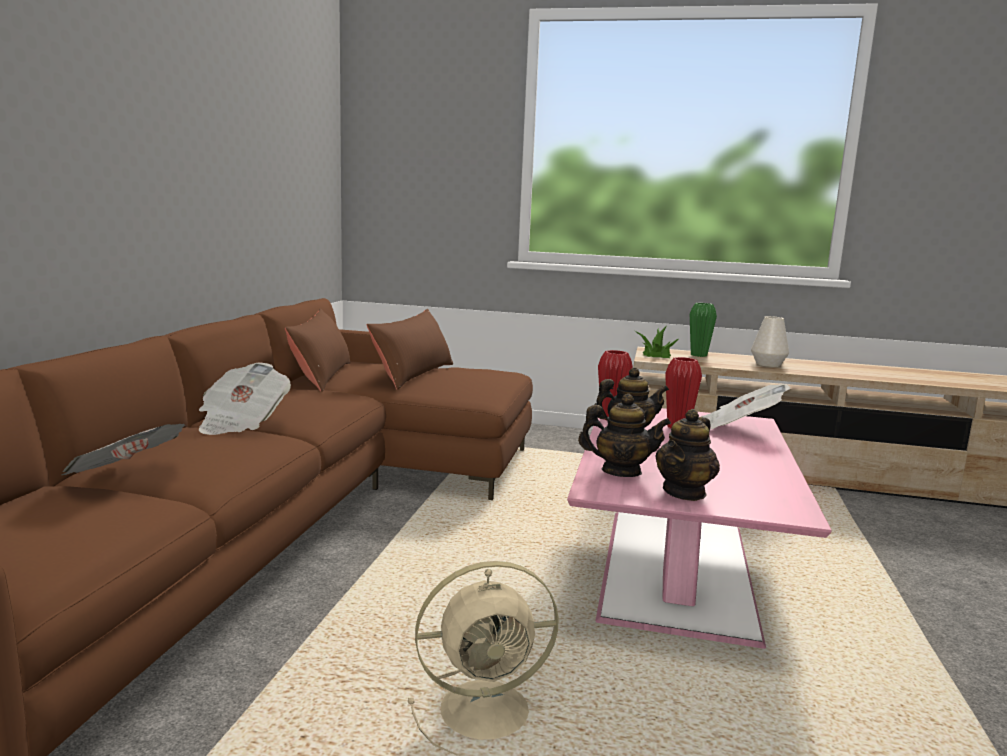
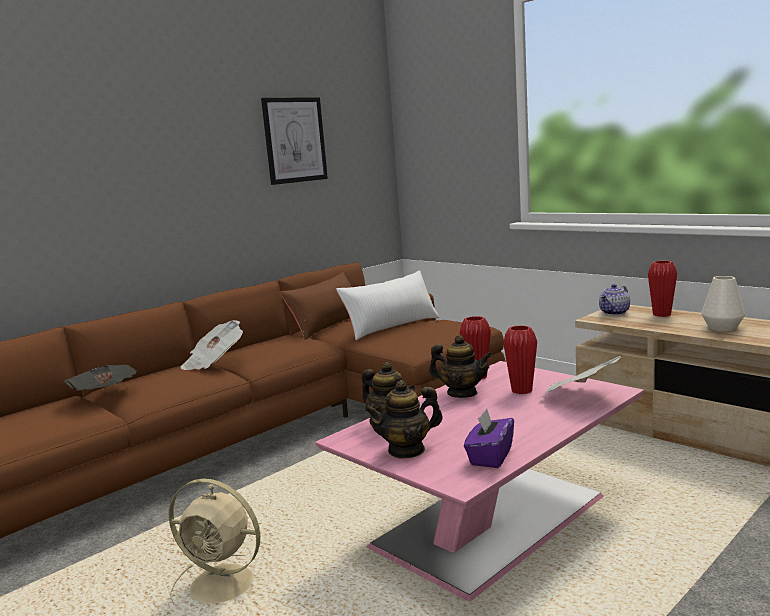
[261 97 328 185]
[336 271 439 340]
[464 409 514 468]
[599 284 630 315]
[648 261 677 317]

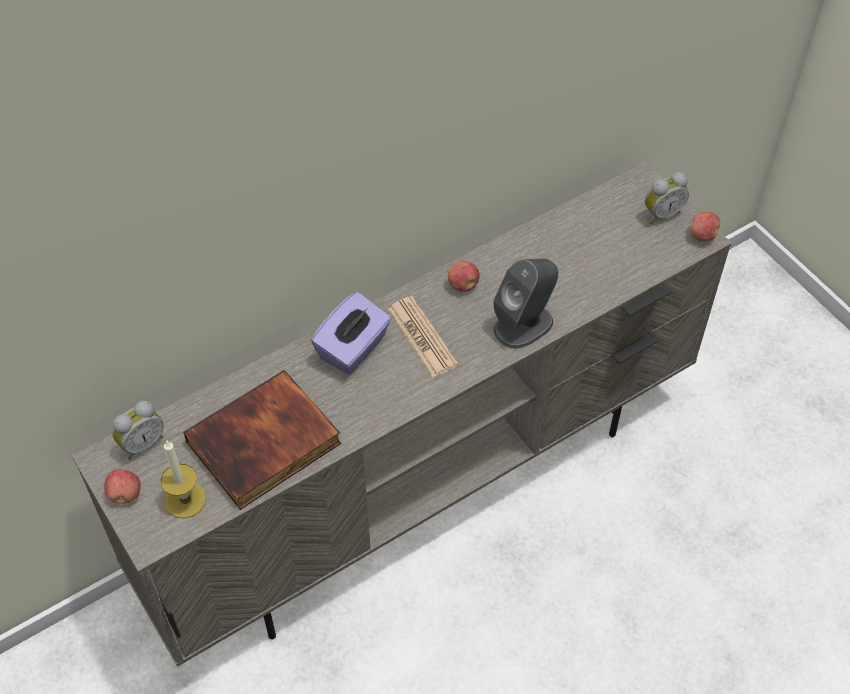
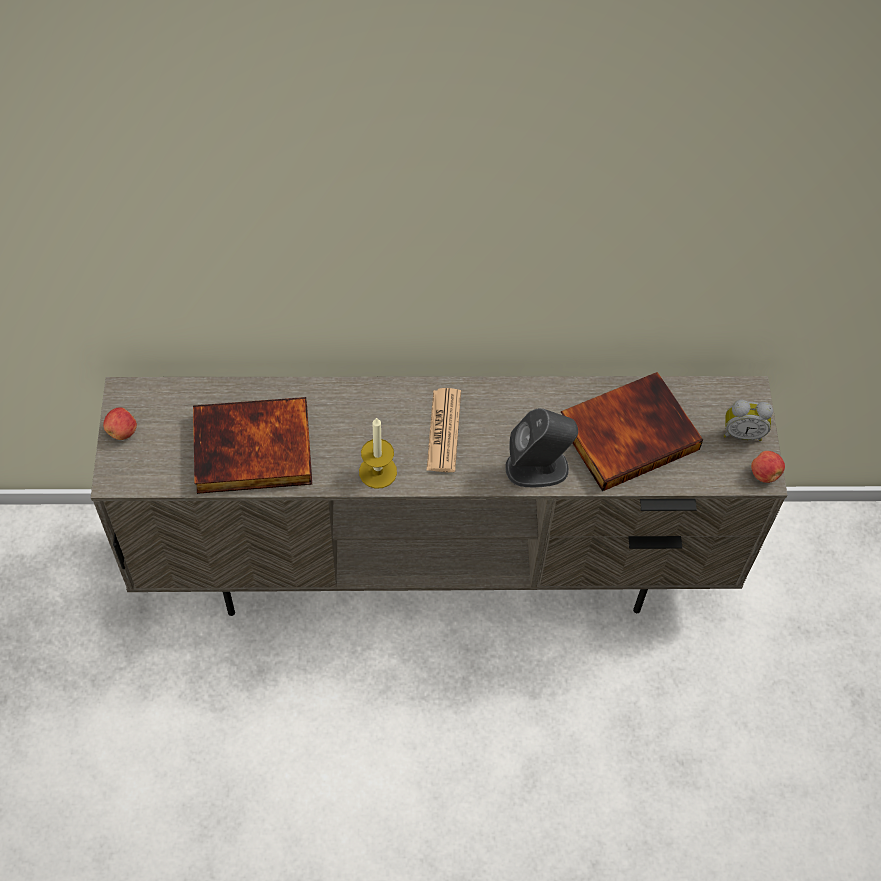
[359 417 397 489]
[561 372 703 491]
[112 401 164 460] (first image)
[311 292 391 375] (first image)
[448 261 480 292] (first image)

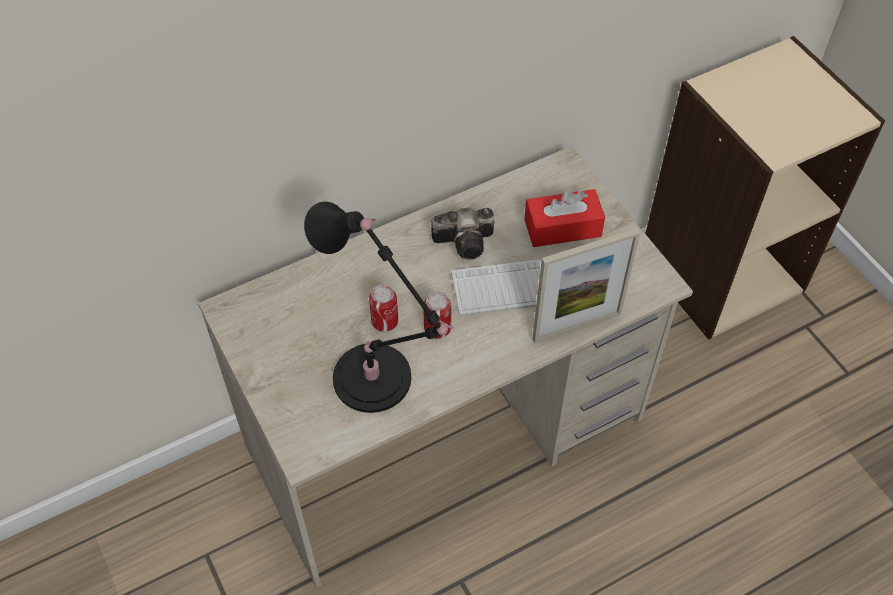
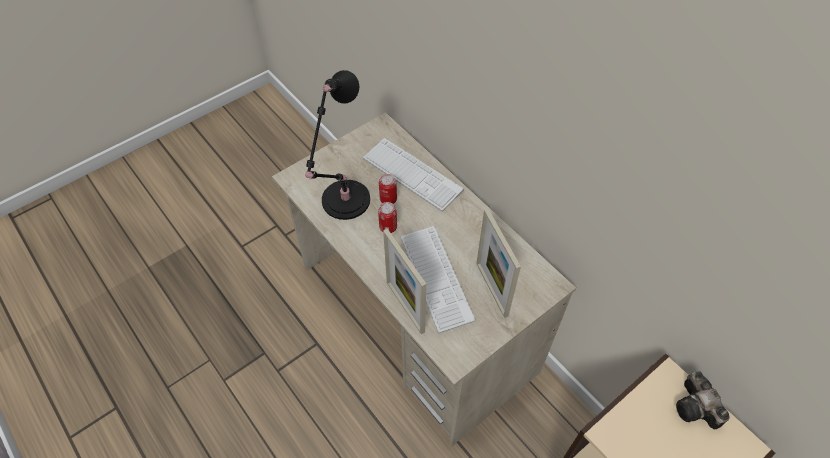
[363 138 464 212]
[476 209 521 318]
[676 371 730 429]

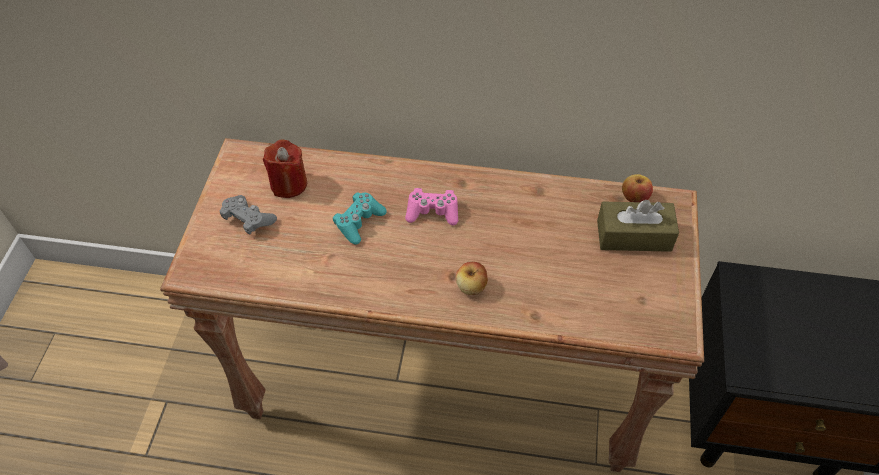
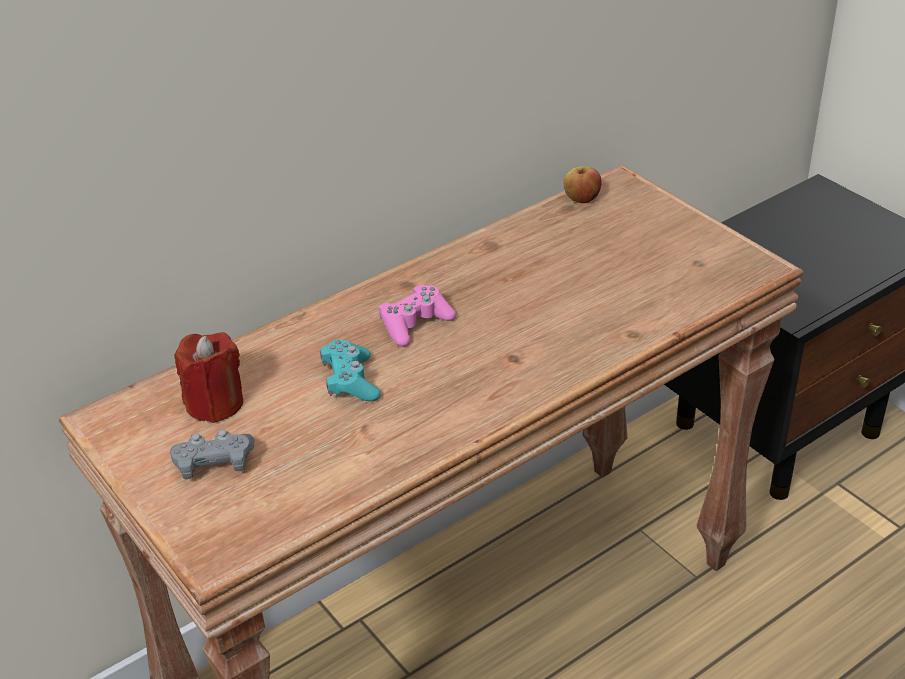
[456 262 488 295] (first image)
[597 200 679 252] (first image)

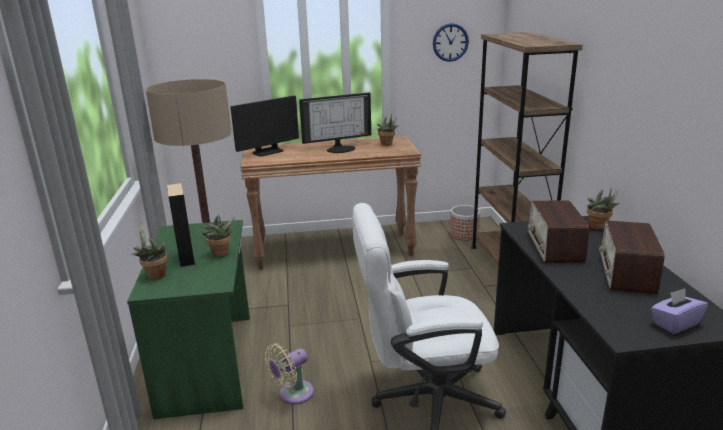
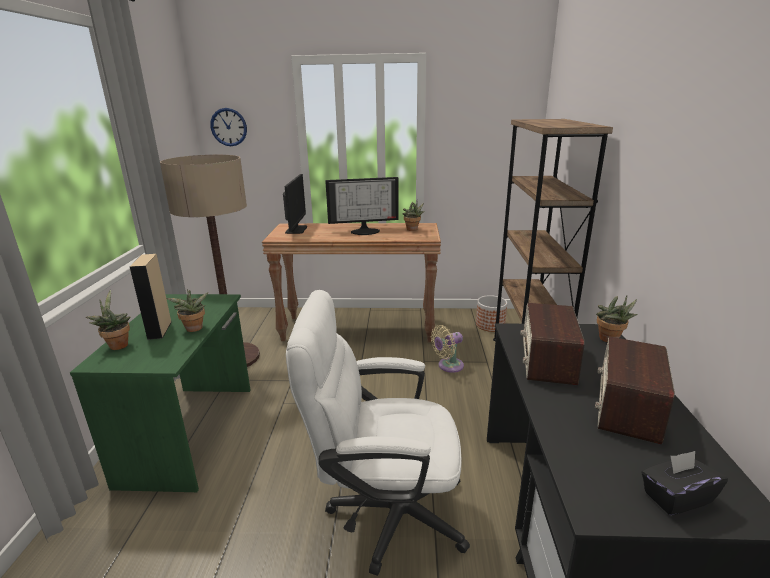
[210 108 247 146]
[283 174 307 234]
[431 325 464 373]
[641 451 728 515]

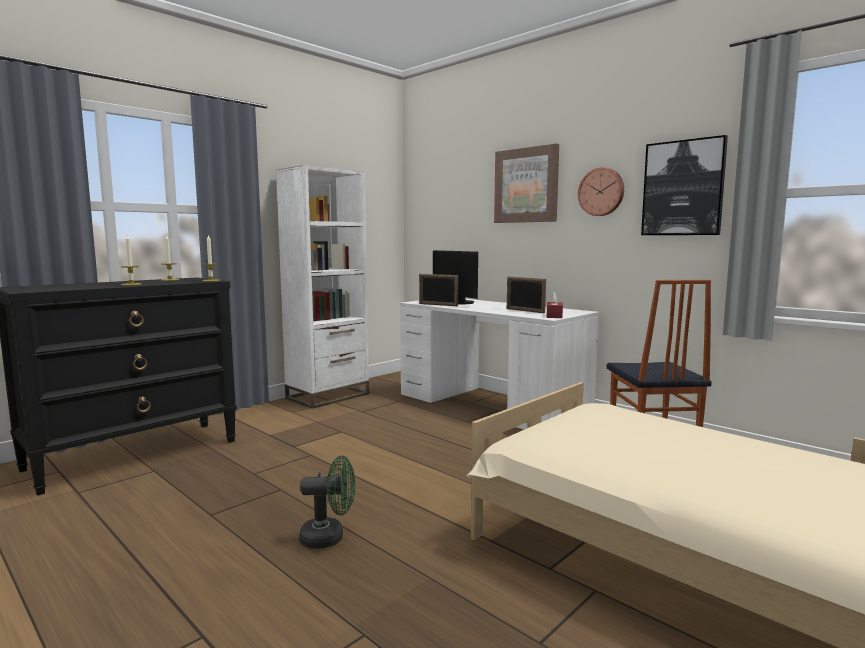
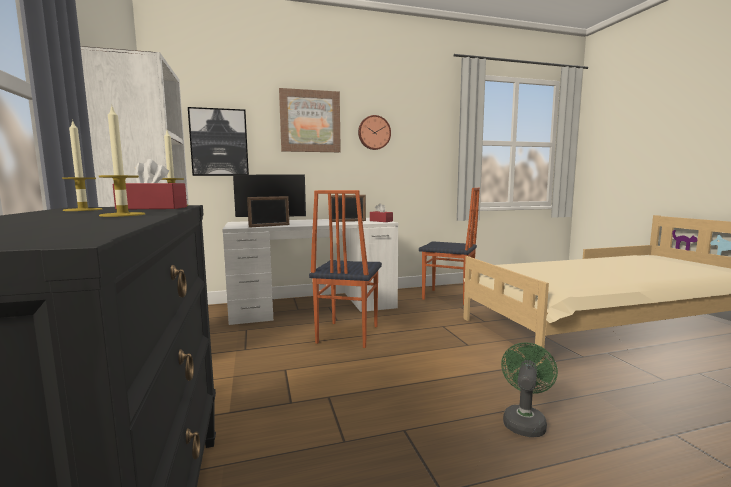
[113 159 187 210]
[188 107 249 176]
[309 190 382 348]

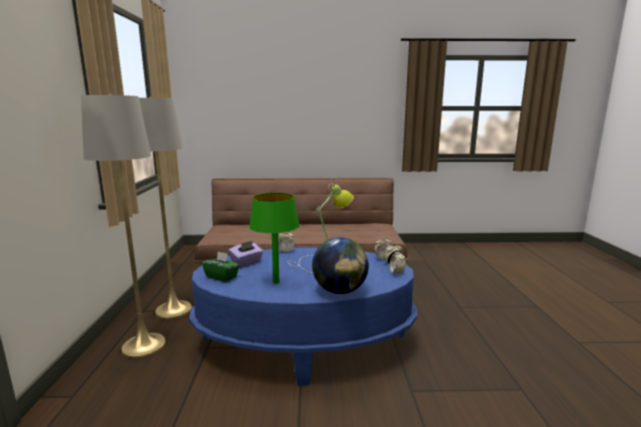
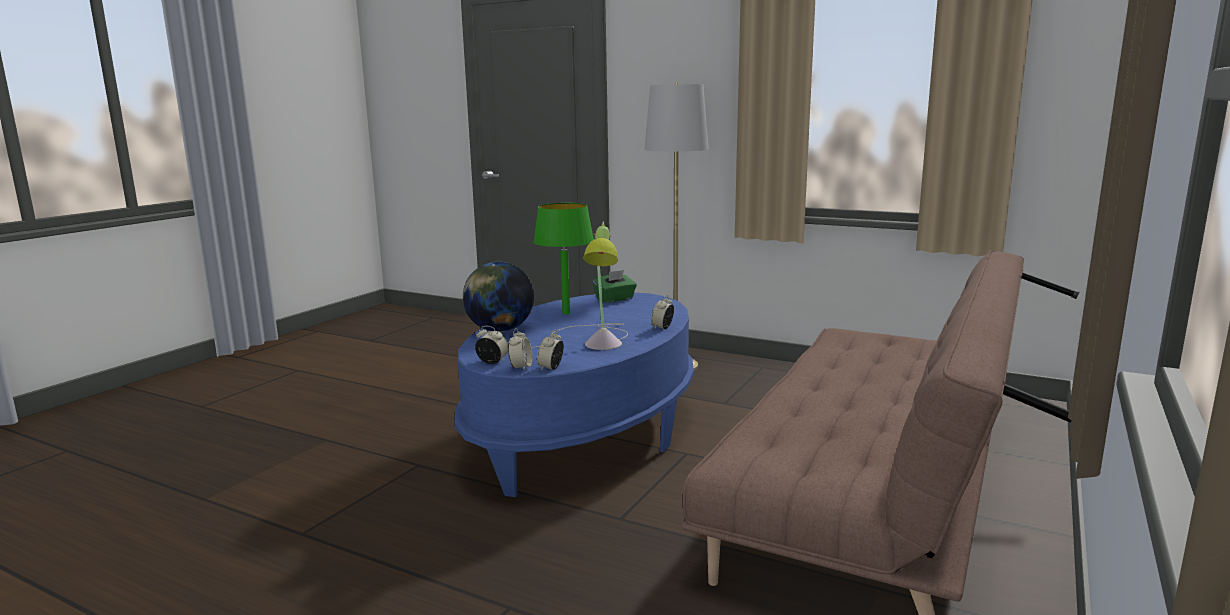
[139 96 192 319] (first image)
[229 241 263 267] (first image)

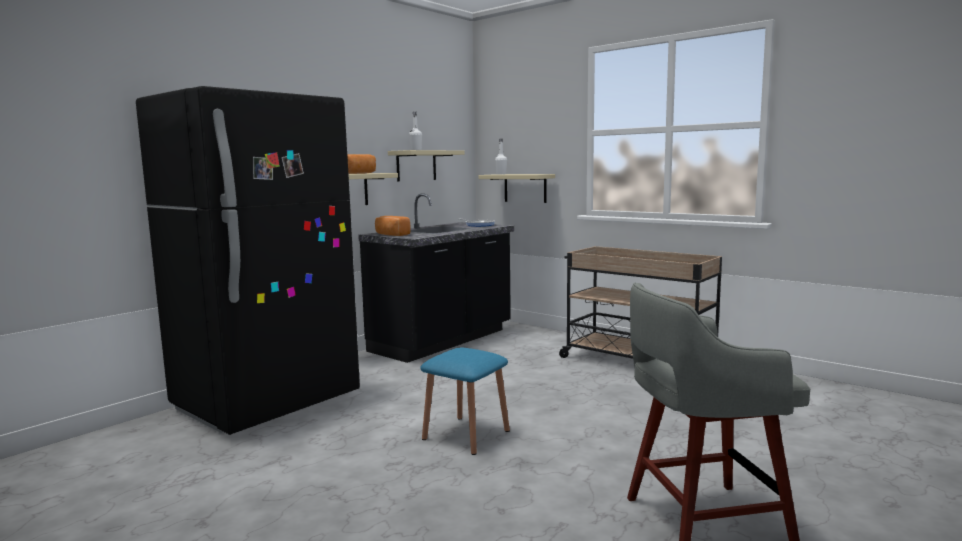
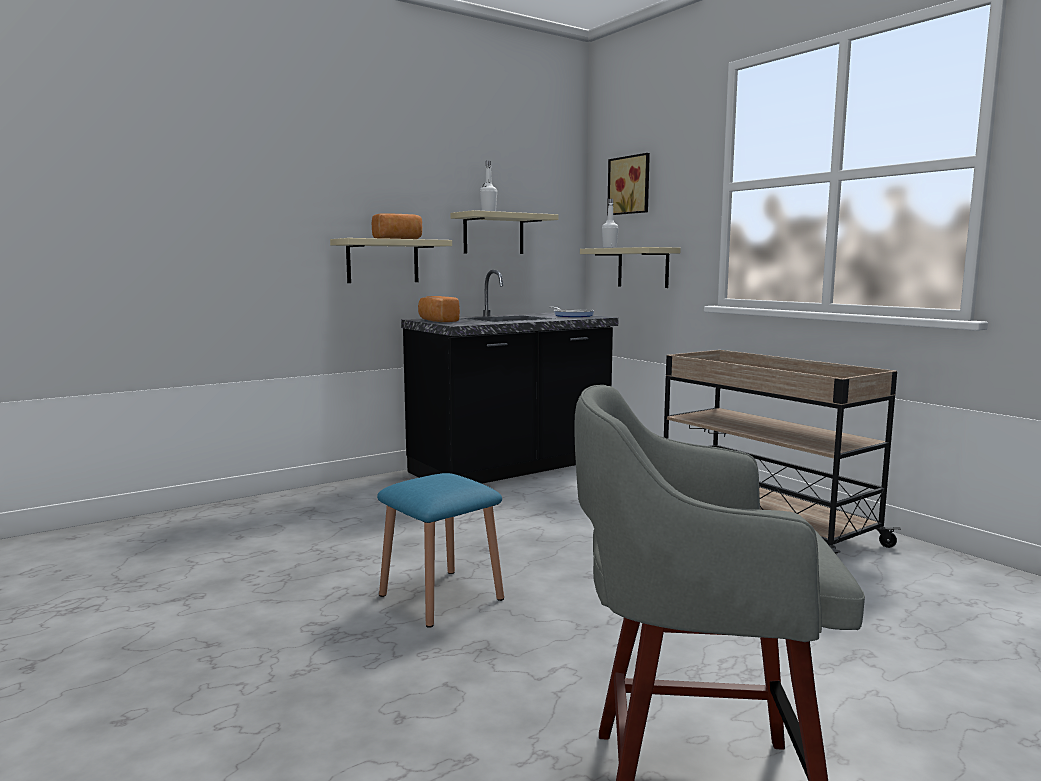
[607 153 650 215]
[136 86 360 435] (first image)

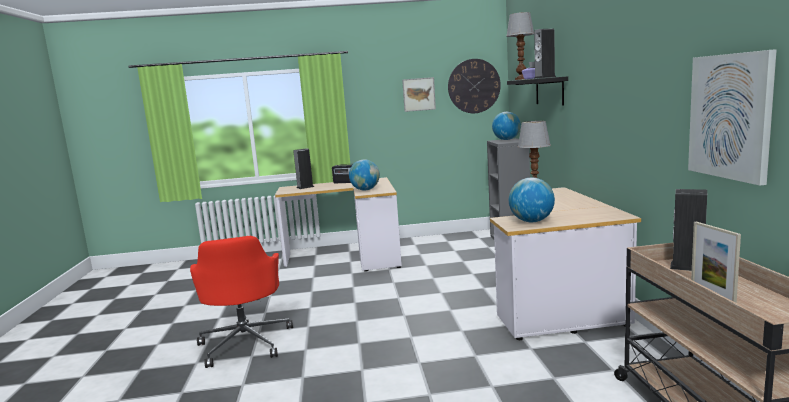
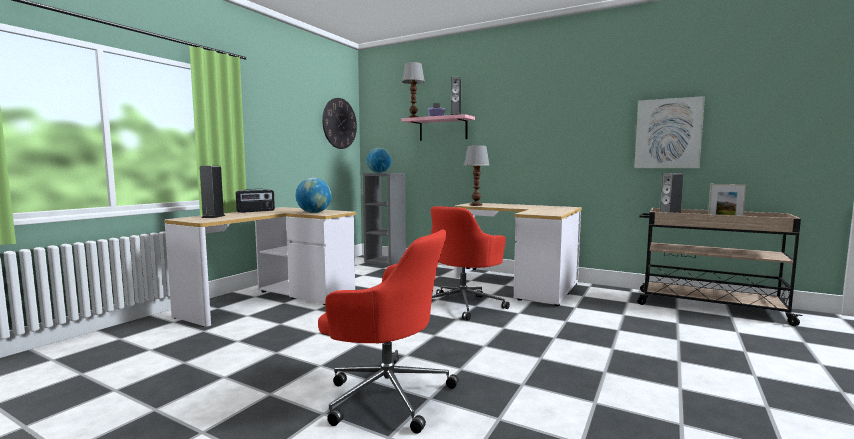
[401 114 475 141]
[431 206 510 321]
[402 77 436 112] (first image)
[509 178 555 222] (first image)

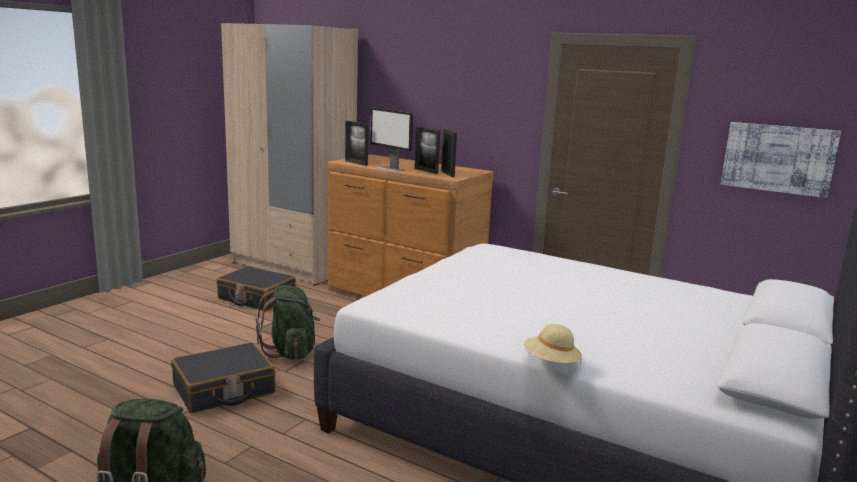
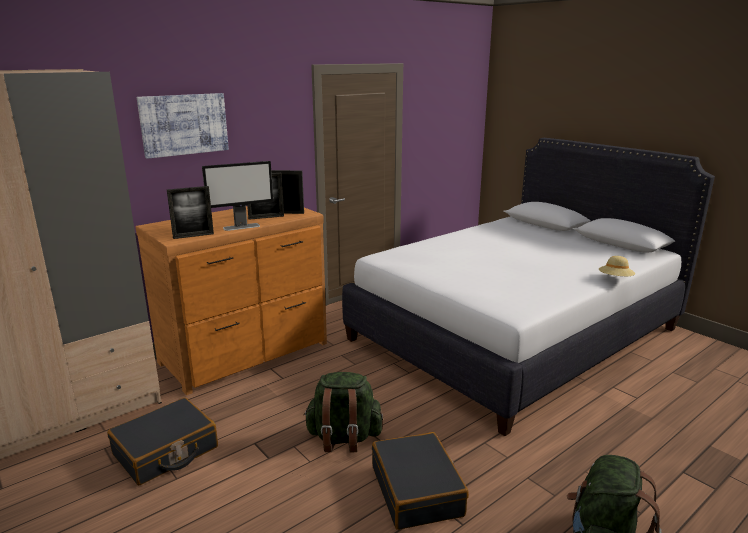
[137 93 229 159]

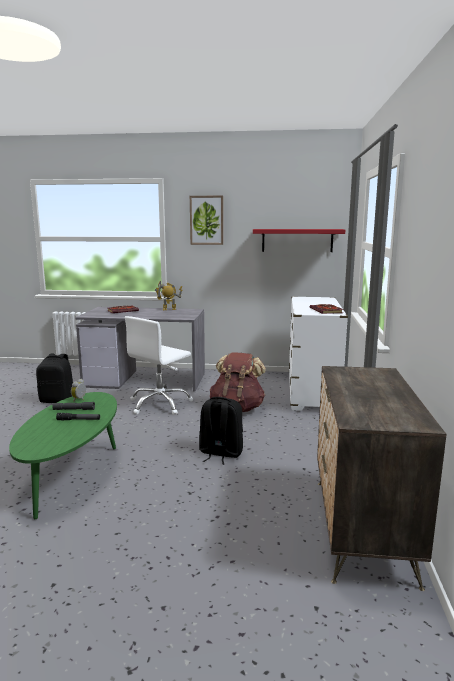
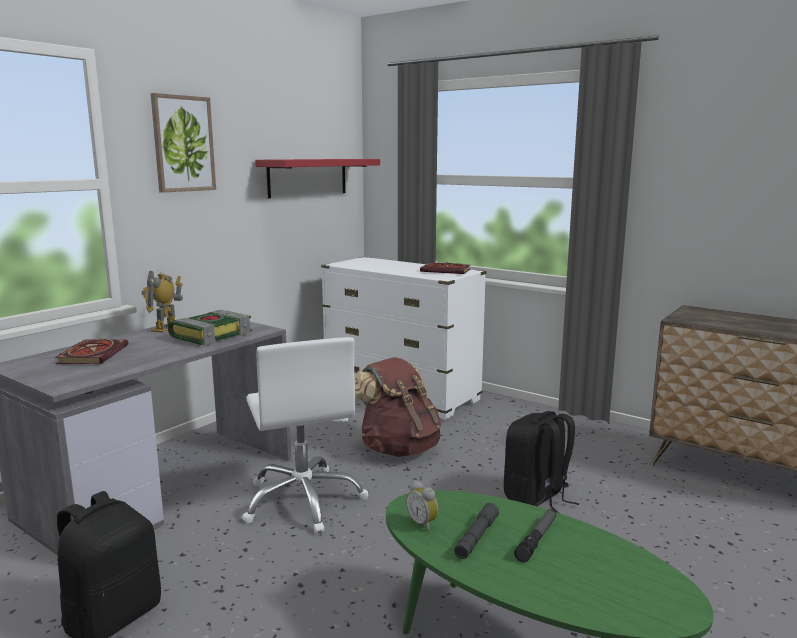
[168 310 252 345]

